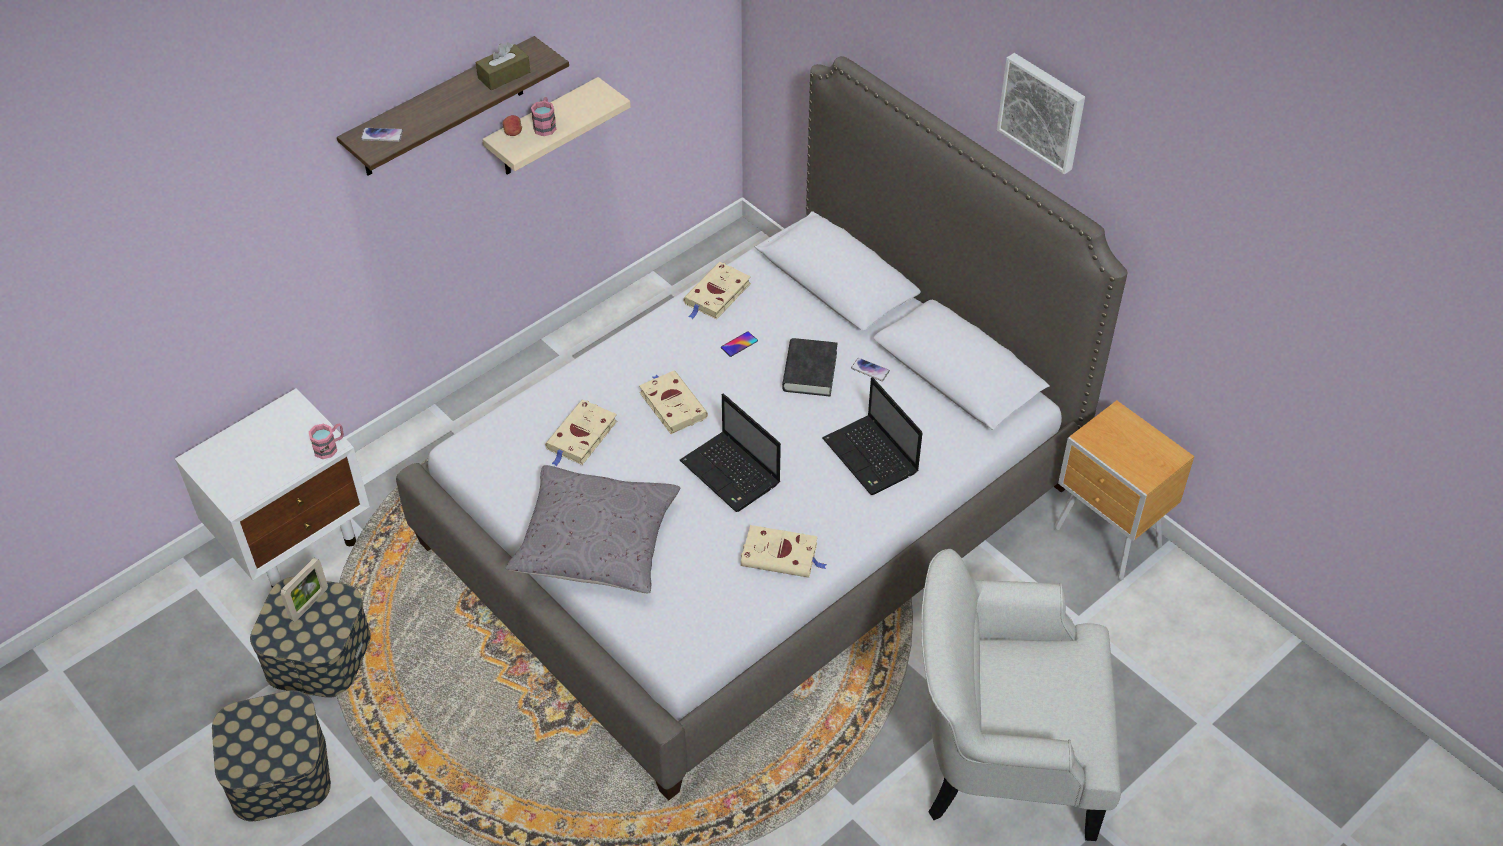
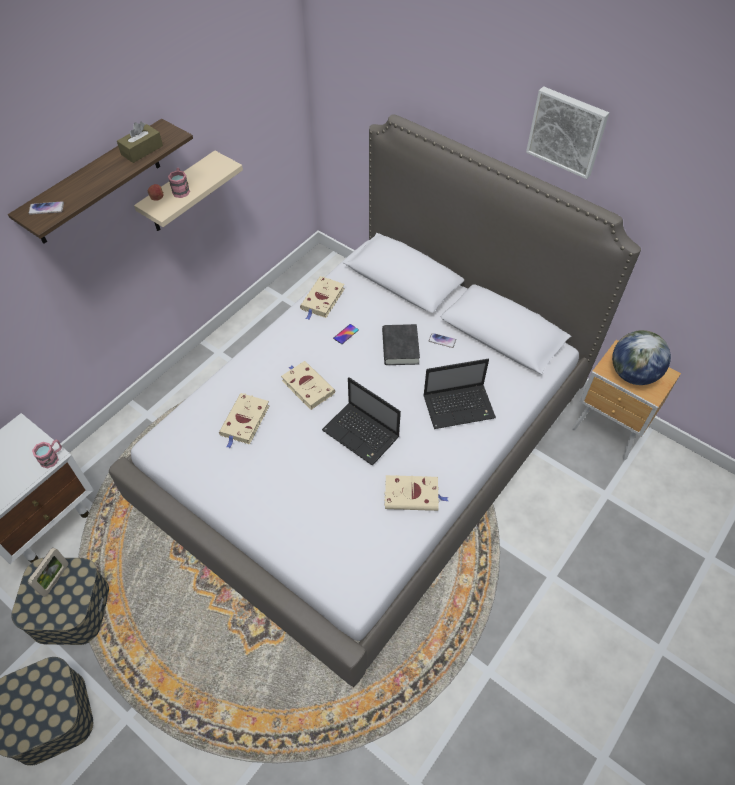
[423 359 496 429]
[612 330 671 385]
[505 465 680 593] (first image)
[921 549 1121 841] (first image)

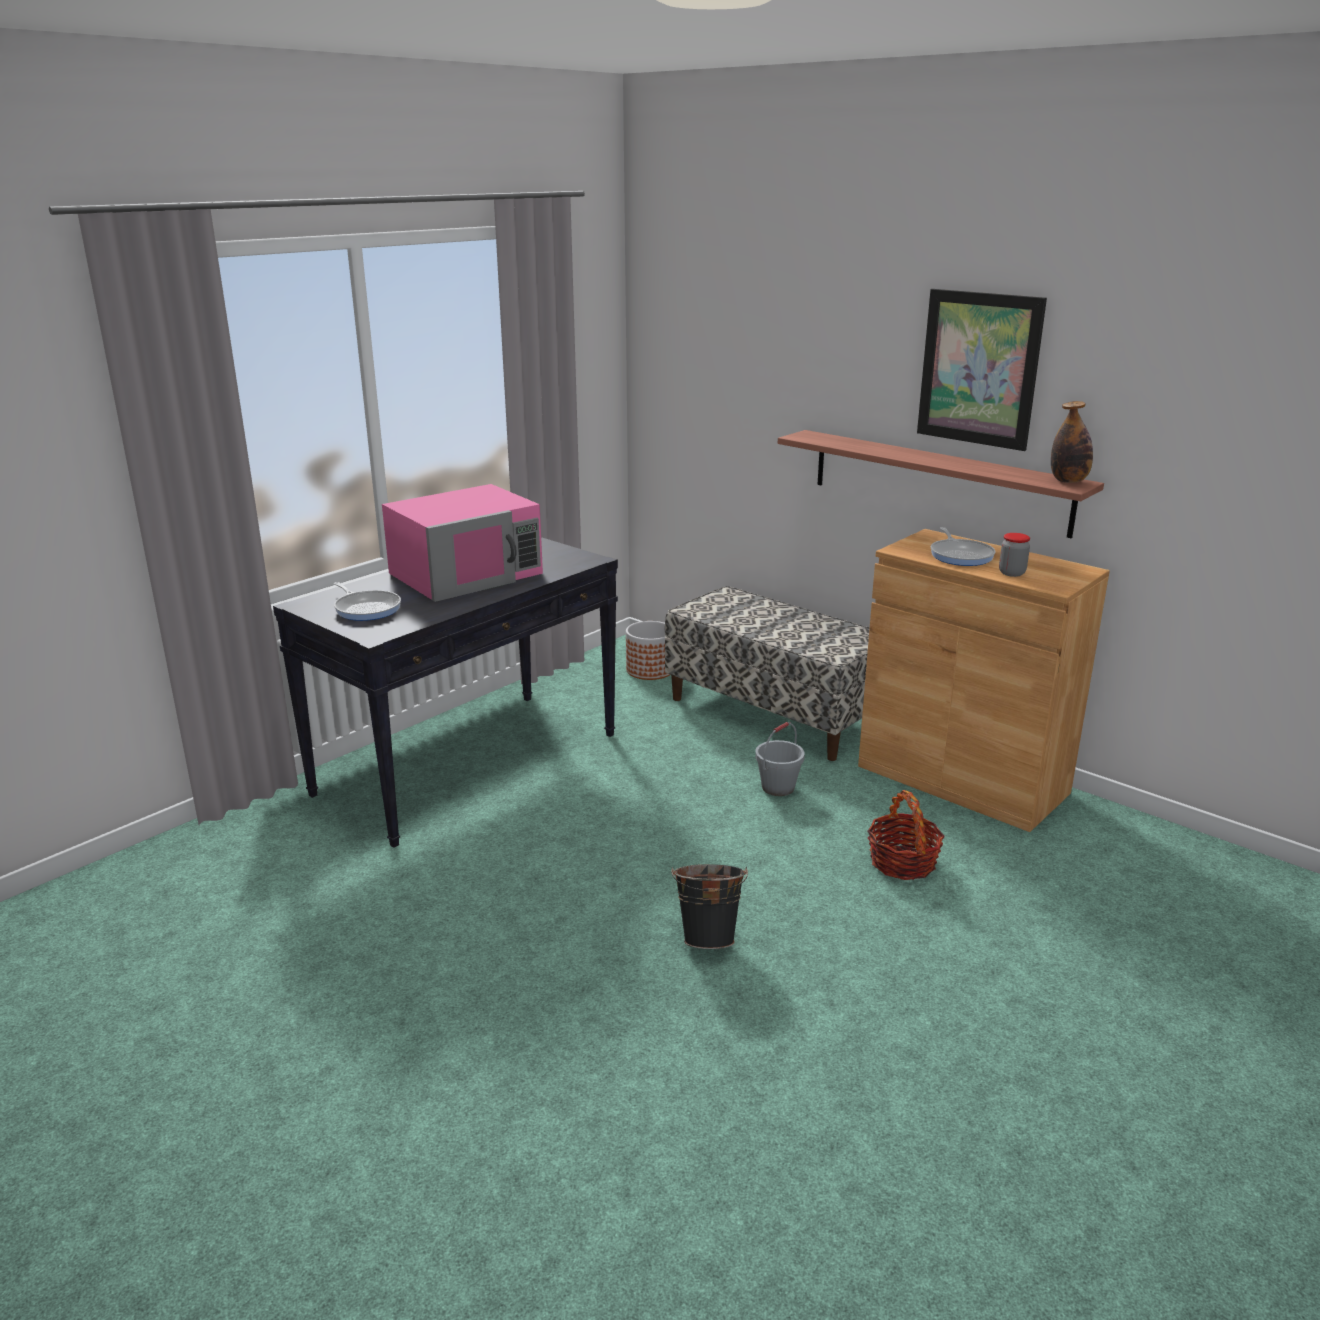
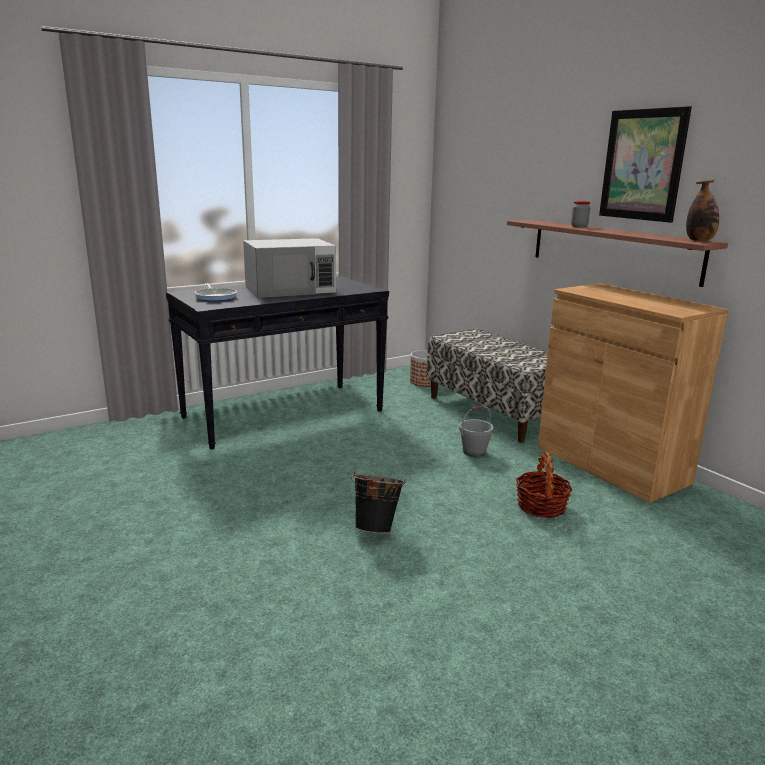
[243 238 336 298]
[571 201 590 227]
[931 527 995 566] (first image)

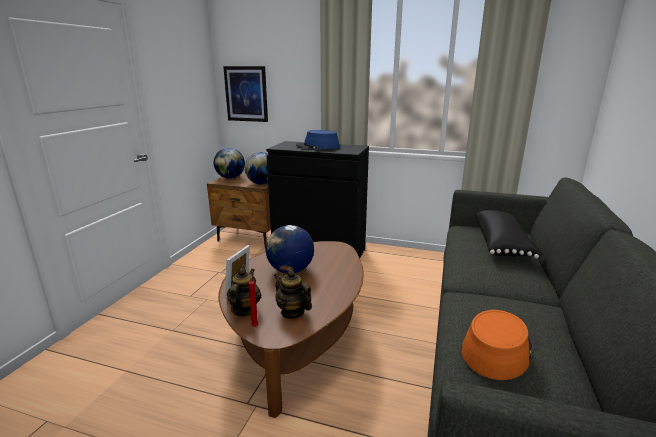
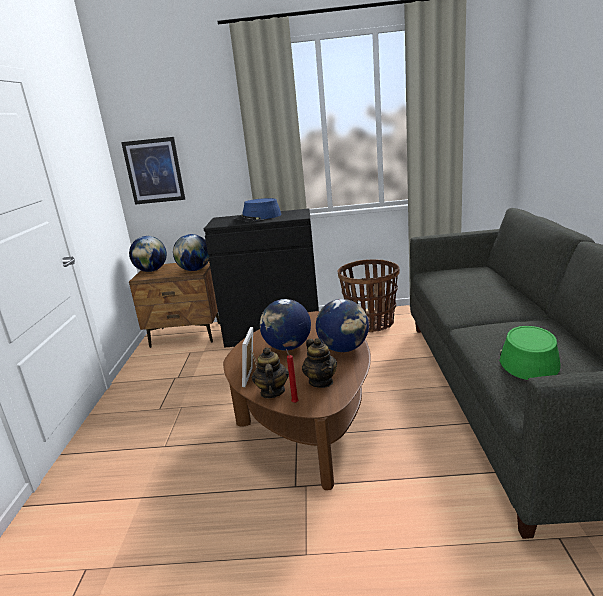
[302 338 337 388]
[316 299 369 352]
[337 259 400 332]
[499 326 561 380]
[475 210 543 259] (first image)

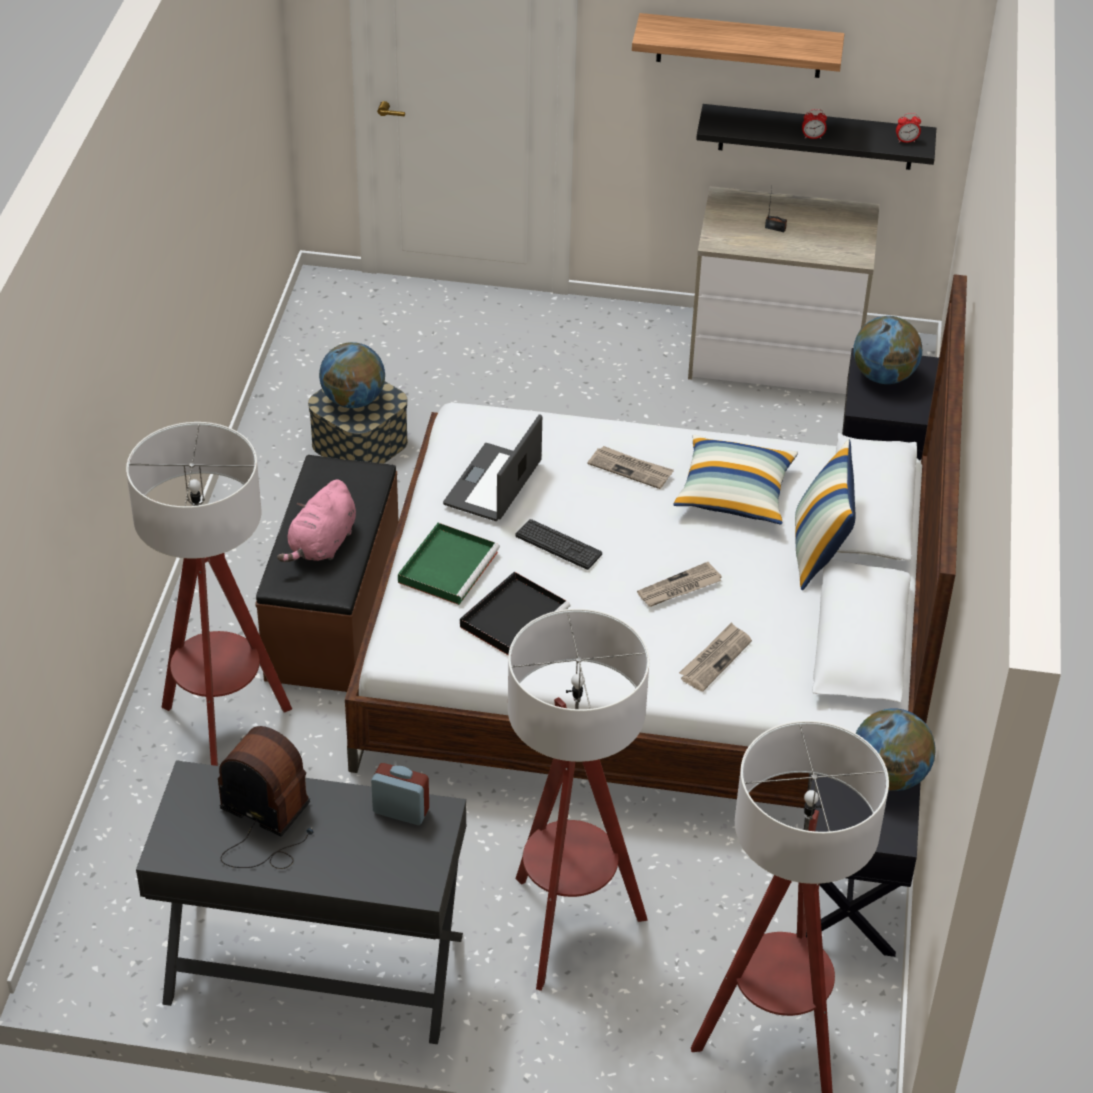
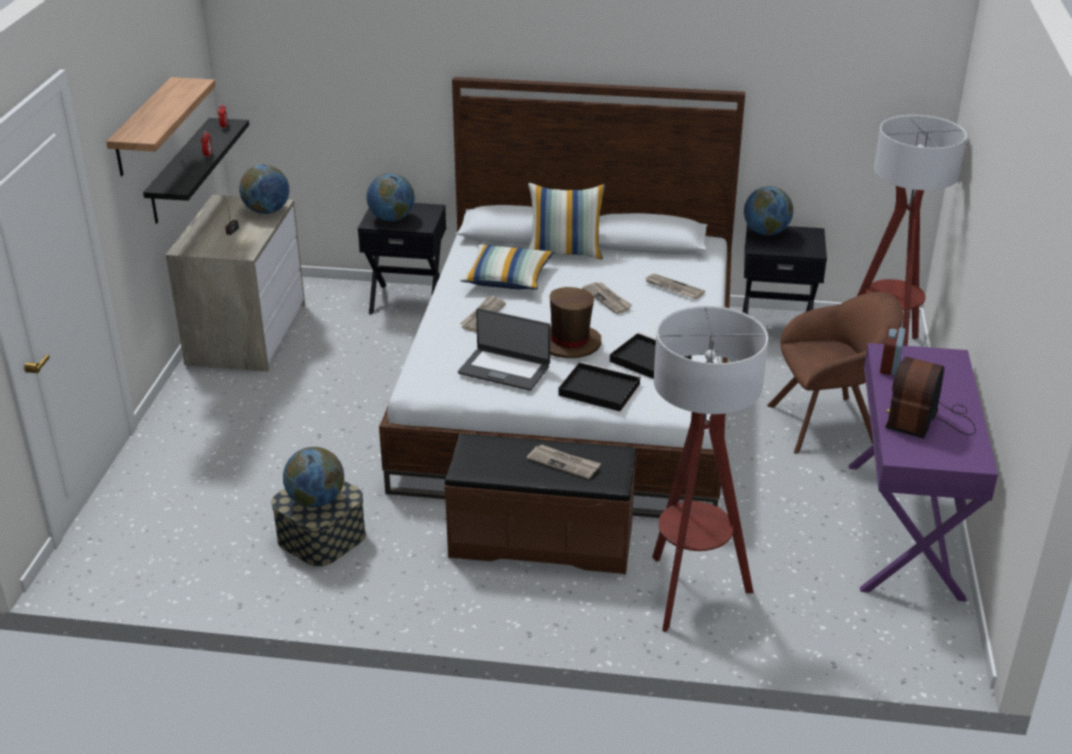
[239 164 289 214]
[527 444 601 479]
[549 287 601 358]
[558 361 641 411]
[767 292 903 454]
[849 343 998 602]

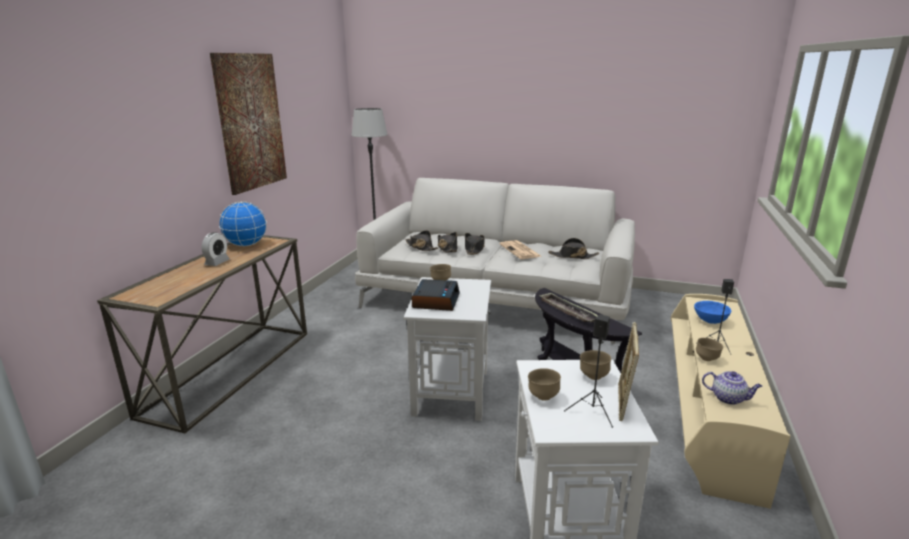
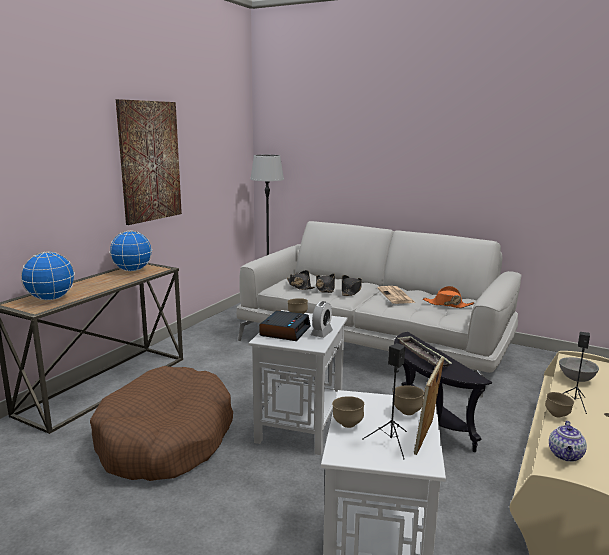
[21 251 75 300]
[90 366 233 481]
[311 301 333 338]
[423 286 475 308]
[549 421 587 462]
[559 357 599 382]

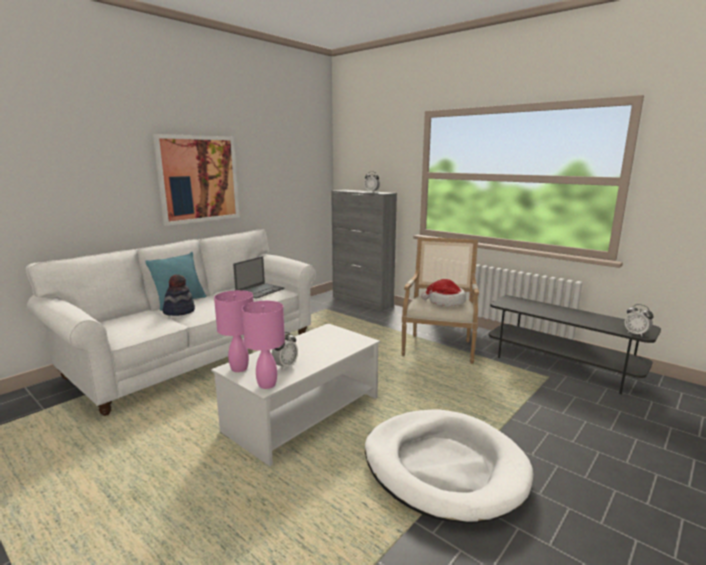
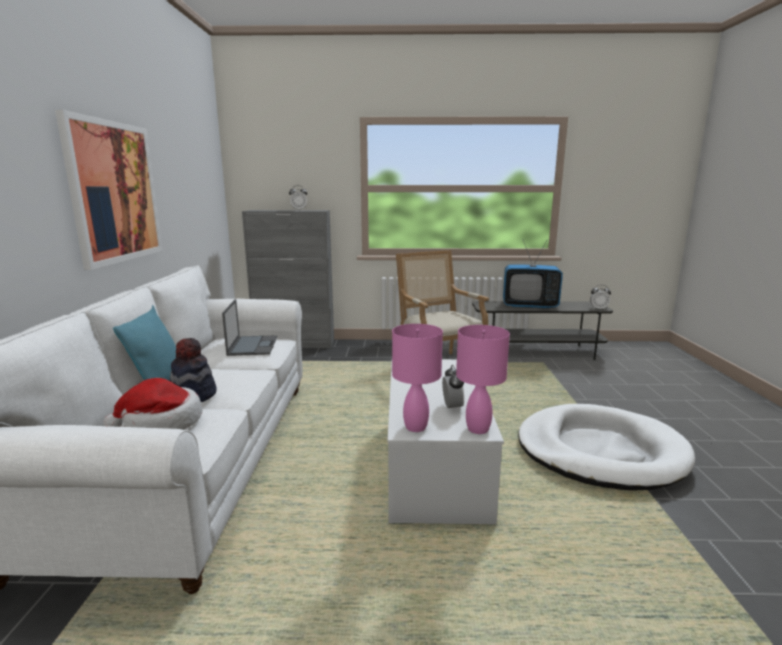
[103 378 203 430]
[503 240 563 309]

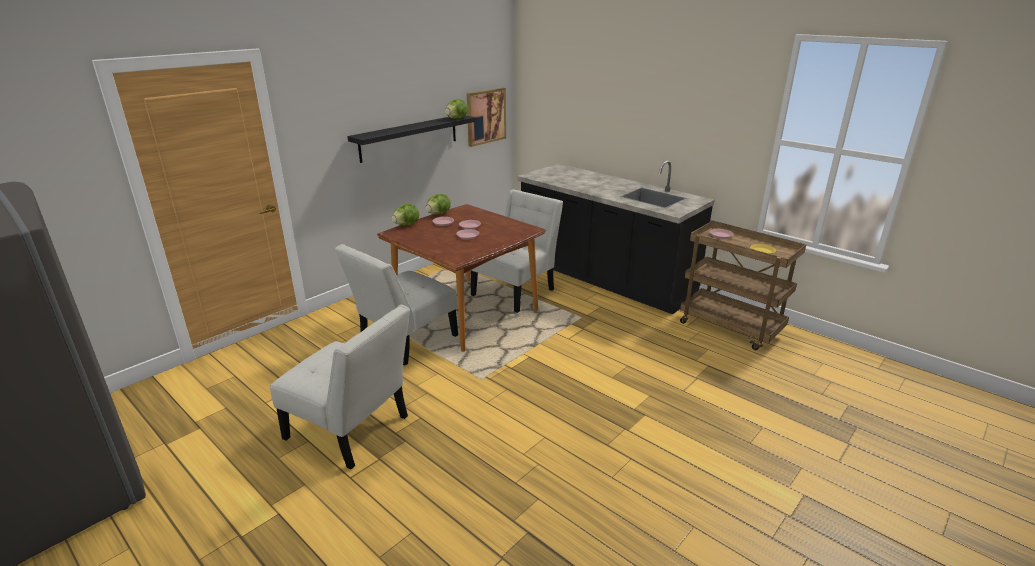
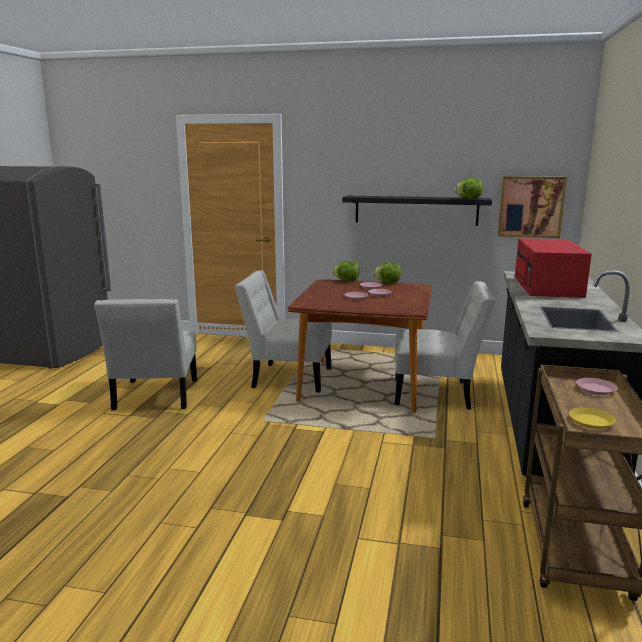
[515 238 592 298]

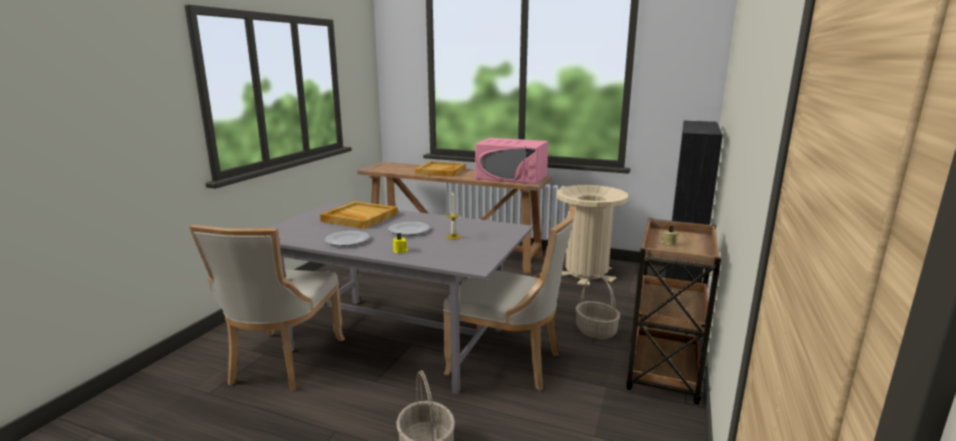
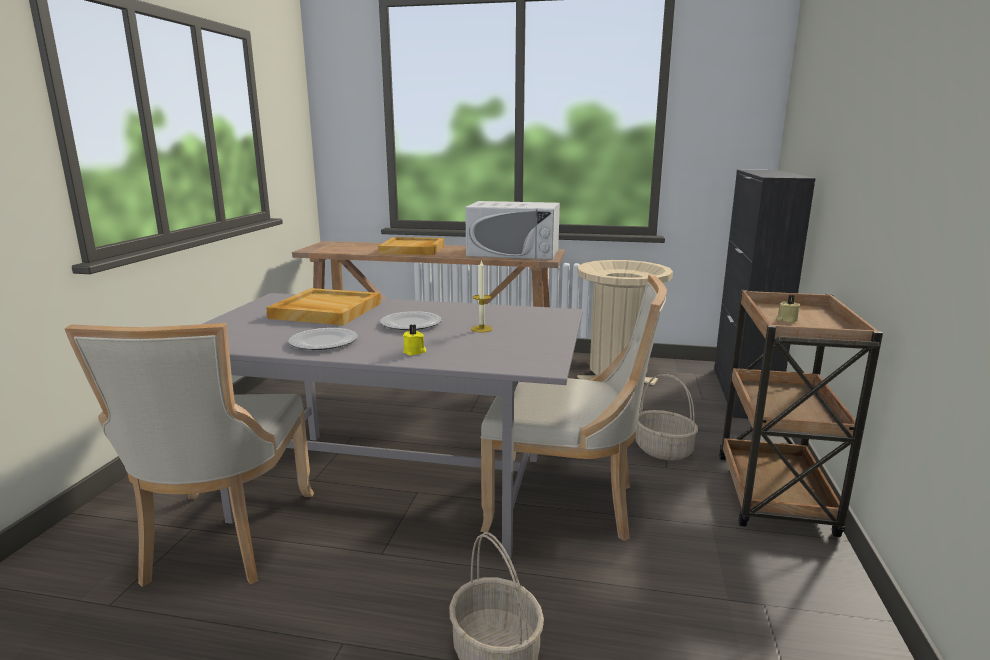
[465 201 560 260]

